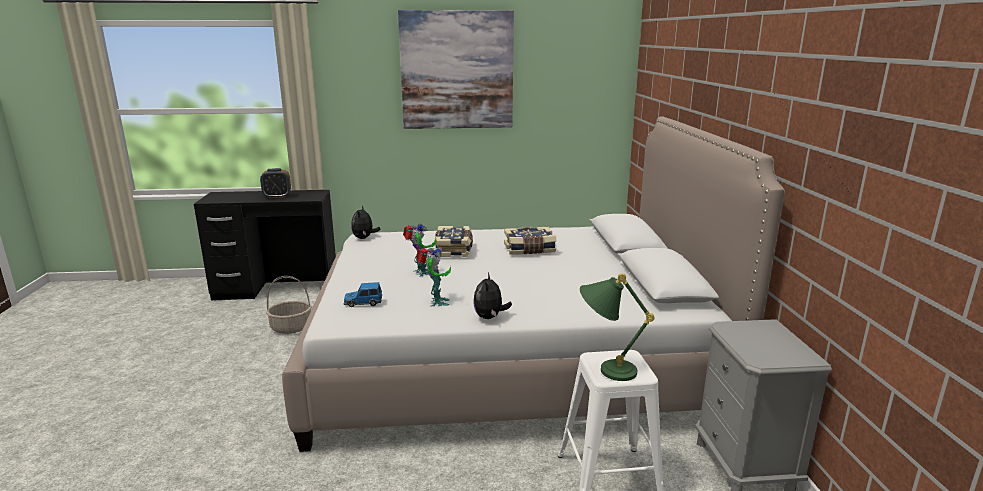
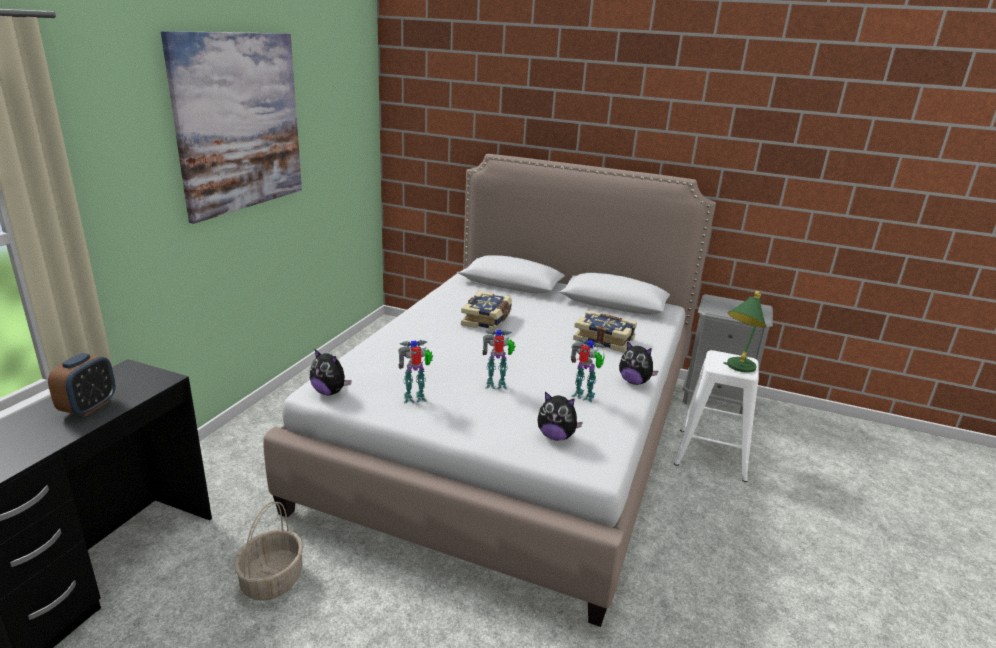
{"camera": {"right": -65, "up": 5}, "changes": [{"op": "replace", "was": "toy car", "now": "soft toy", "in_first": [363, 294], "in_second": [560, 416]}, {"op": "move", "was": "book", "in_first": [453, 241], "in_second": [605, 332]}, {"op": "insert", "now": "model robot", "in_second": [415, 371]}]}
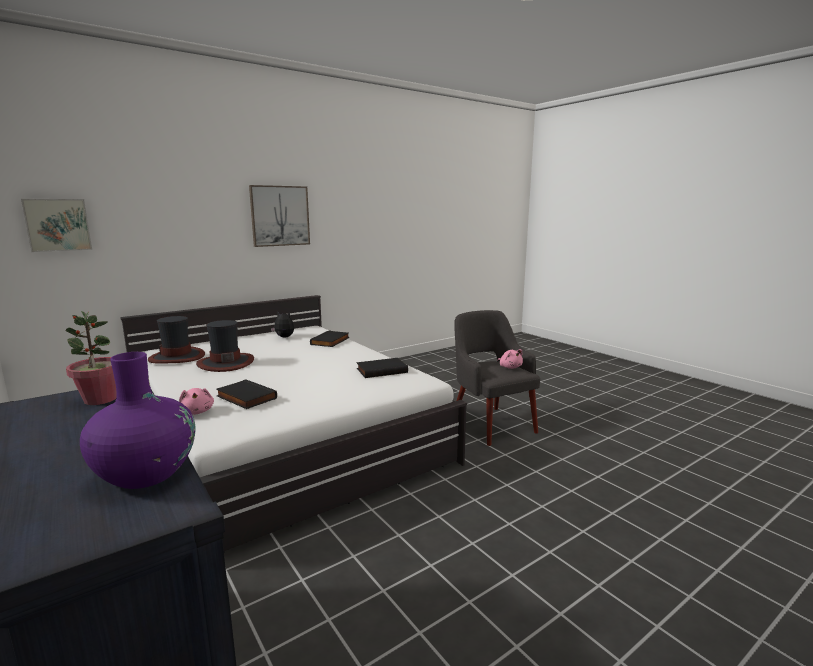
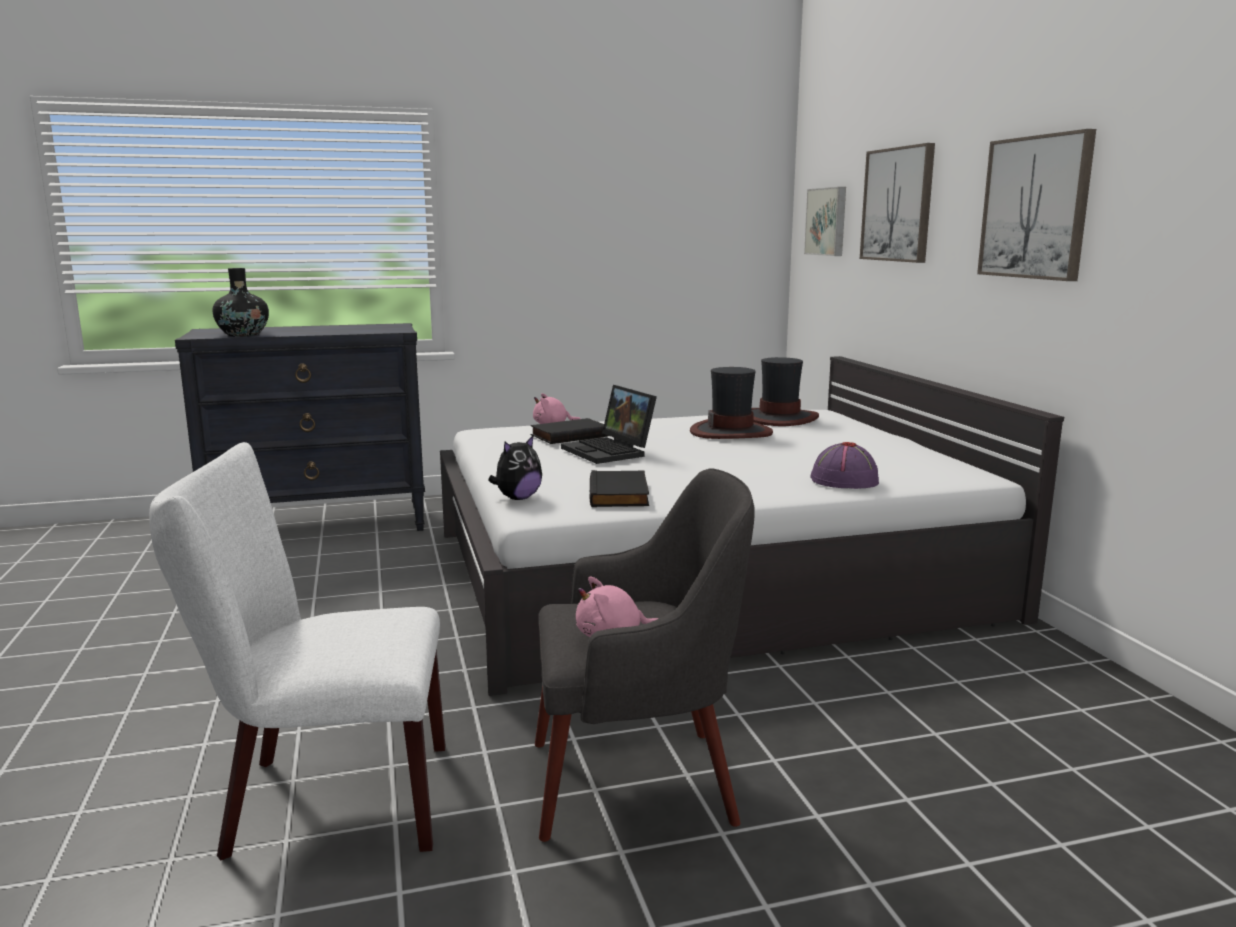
{"camera": {"right": 110, "up": 0}, "changes": [{"op": "delete", "was": "plant in a pot", "in_first": [91, 358]}, {"op": "recolor", "was": "vase (purple)", "now": "vase (blackish)", "in_first": [137, 420], "in_second": [240, 302]}, {"op": "move", "was": "soft toy", "in_first": [282, 324], "in_second": [515, 468]}, {"op": "replace", "was": "book (blackish)", "now": "clothing hat (purple)", "in_first": [330, 338], "in_second": [844, 465]}, {"op": "insert", "now": "upright chair (white-coloured)", "in_second": [297, 651]}, {"op": "insert", "now": "laptop", "in_second": [609, 424]}, {"op": "insert", "now": "wall picture", "in_second": [897, 203]}]}
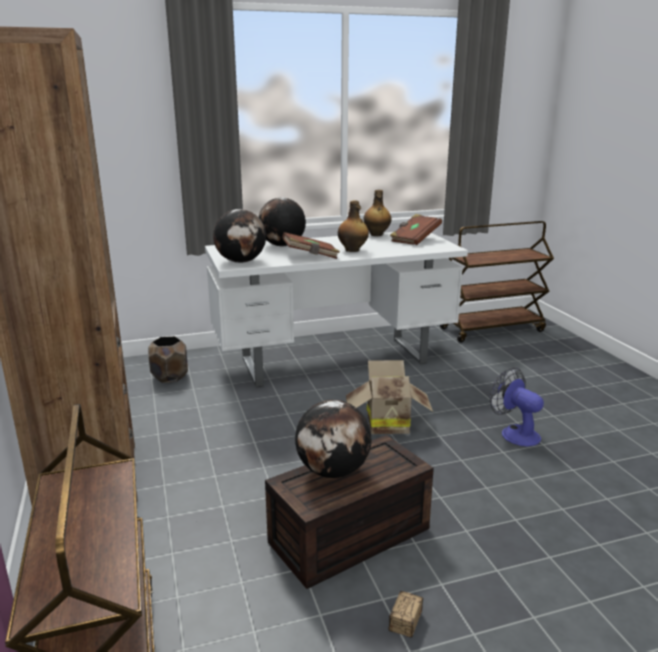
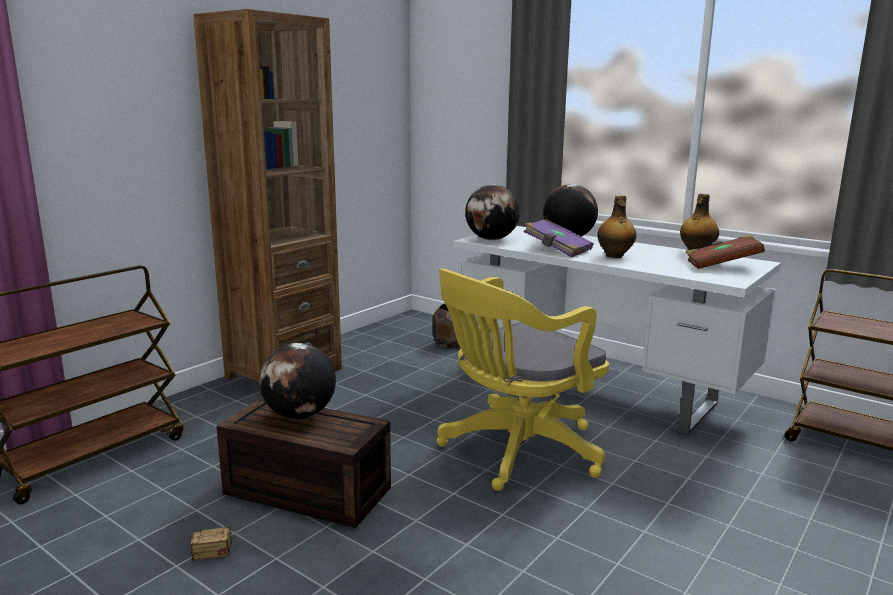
{"camera": {"right": 55, "up": -5}, "changes": [{"op": "recolor", "was": "book (brown-coloured)", "now": "book (purple)", "in_first": [311, 245], "in_second": [558, 238]}, {"op": "replace", "was": "carton", "now": "desk chair (yellowish)", "in_first": [389, 397], "in_second": [522, 380]}, {"op": "delete", "was": "cooling fan", "in_first": [517, 407]}]}
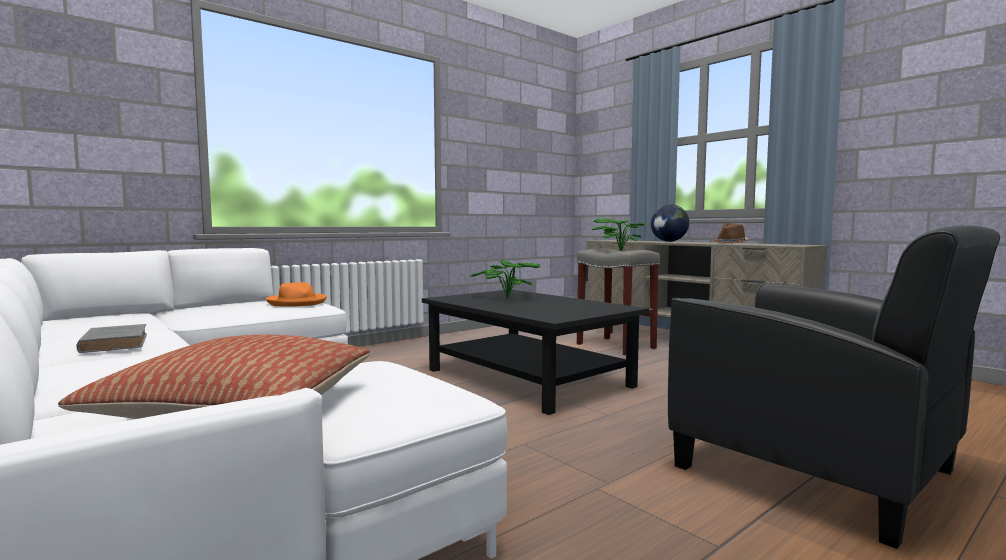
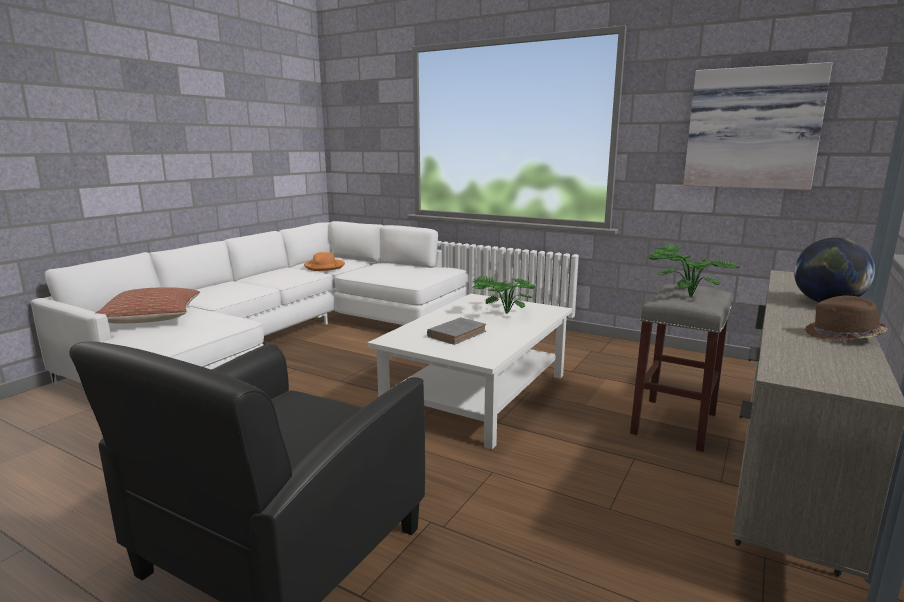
{"camera": {"right": 70, "up": 10}, "changes": [{"op": "move", "was": "book (gray)", "in_first": [112, 338], "in_second": [456, 331]}, {"op": "move", "was": "clothing hat (orangey)", "in_first": [296, 294], "in_second": [324, 261]}, {"op": "recolor", "was": "lounge table (blackish)", "now": "lounge table (white-coloured)", "in_first": [535, 352], "in_second": [470, 371]}, {"op": "insert", "now": "wall picture", "in_second": [758, 126]}]}
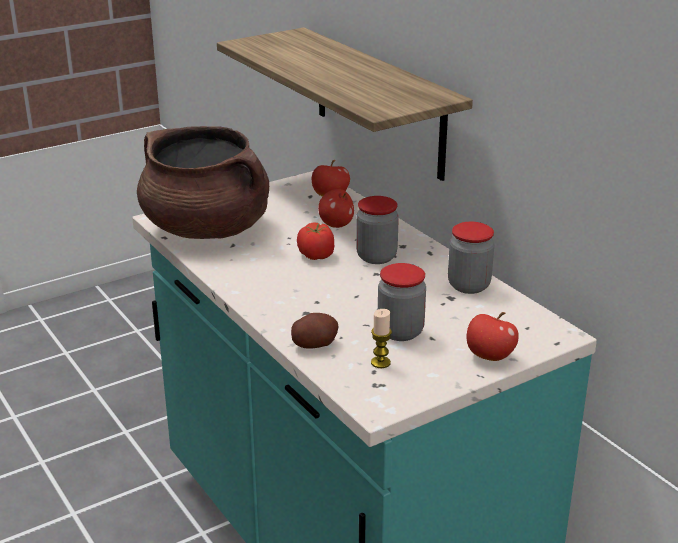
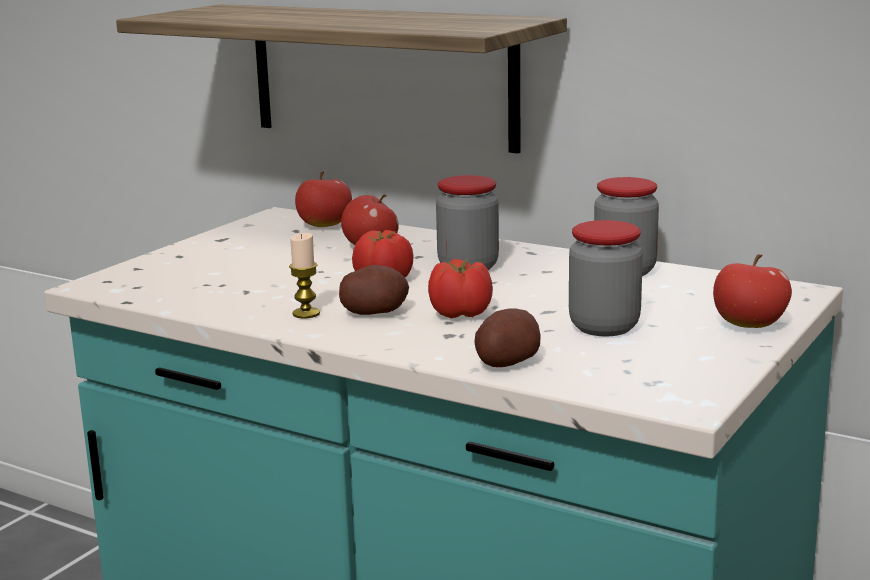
{"camera": {"right": -25, "up": -10}, "changes": [{"op": "delete", "was": "cooking pot (brown-coloured)", "in_first": [203, 182]}, {"op": "move", "was": "wax candle", "in_first": [381, 338], "in_second": [304, 275]}, {"op": "insert", "now": "whole potato", "in_second": [374, 290]}, {"op": "insert", "now": "tomato", "in_second": [460, 288]}]}
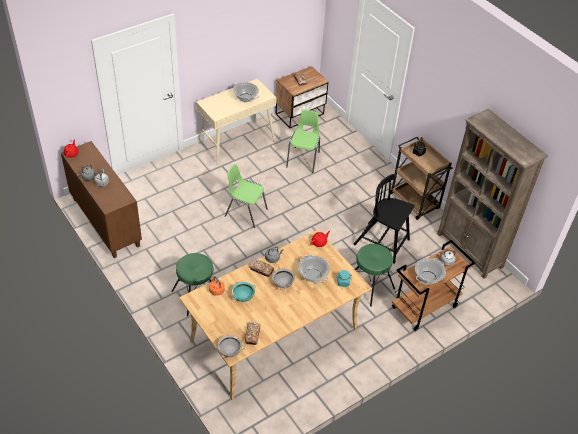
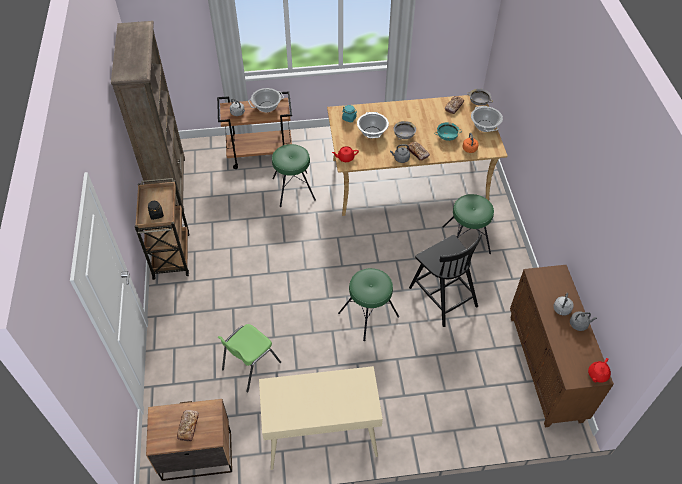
{"camera": {"right": -150, "up": 5}, "changes": [{"op": "replace", "was": "upright chair (greenish)", "now": "sitting stool (greenish)", "in_first": [246, 196], "in_second": [368, 304]}, {"op": "move", "was": "cooking pot", "in_first": [246, 92], "in_second": [487, 119]}, {"op": "move", "was": "upright chair (blackish)", "in_first": [384, 219], "in_second": [445, 280]}]}
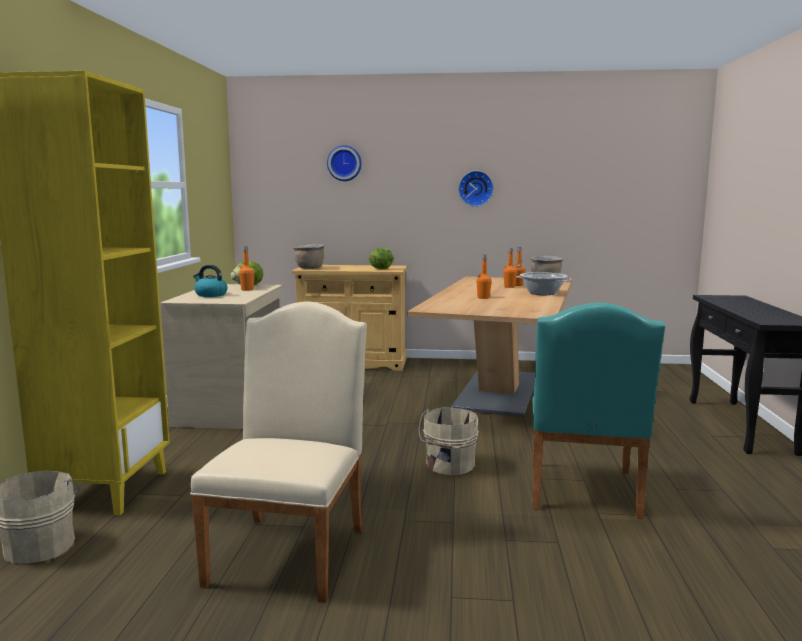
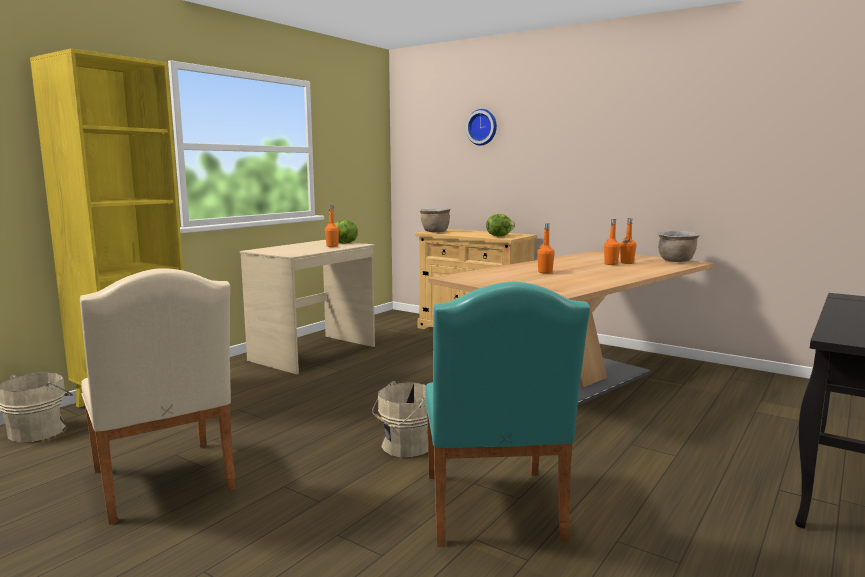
{"camera": {"right": 30, "up": 0}, "changes": [{"op": "rotate", "was": "upright chair (beige-coloured)", "in_first": [278, 452], "in_second": [158, 396], "clockwise": 105}, {"op": "delete", "was": "tea kettle", "in_first": [210, 281]}, {"op": "delete", "was": "hanging clock", "in_first": [476, 189]}, {"op": "delete", "was": "cooking pot", "in_first": [544, 283]}, {"op": "rotate", "was": "upright chair (blue-green)", "in_first": [598, 411], "in_second": [507, 414], "clockwise": -45}]}
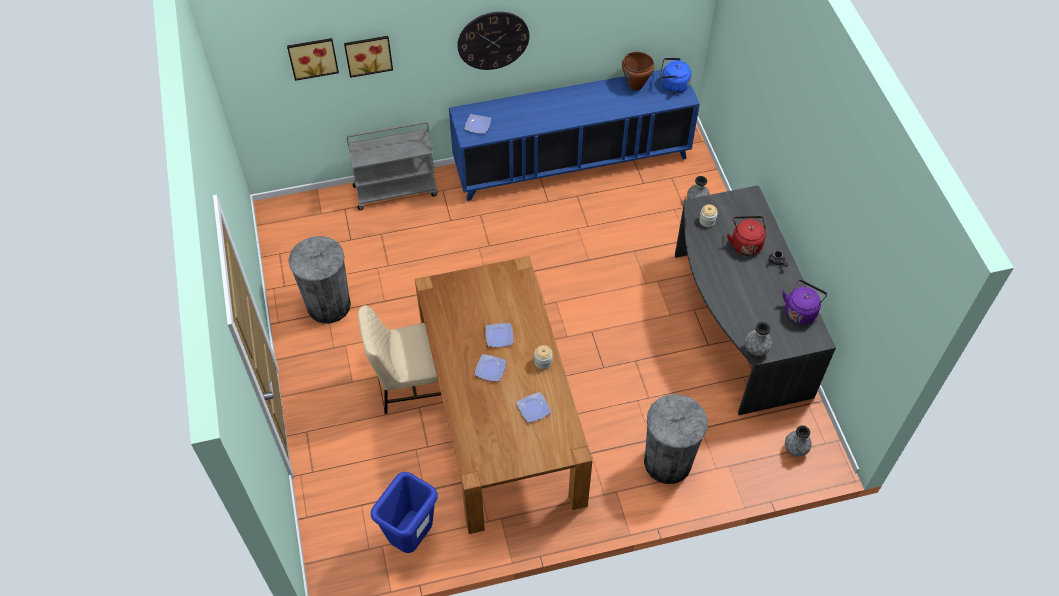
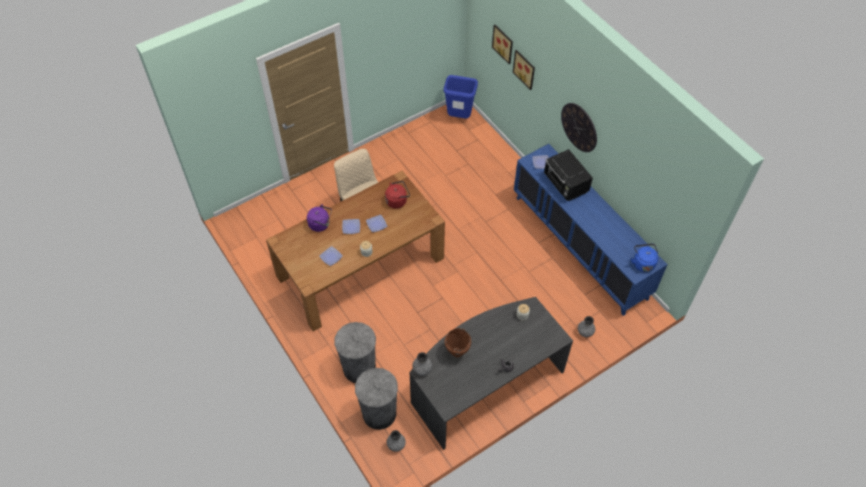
{"camera": {"right": 70, "up": 0}, "changes": [{"op": "move", "was": "rubbish bin (gray)", "in_first": [319, 280], "in_second": [376, 399]}, {"op": "delete", "was": "cart (gray)", "in_first": [392, 165]}, {"op": "move", "was": "rubbish bin (blue-coloured)", "in_first": [404, 512], "in_second": [460, 96]}, {"op": "move", "was": "cooking pot (brown-coloured)", "in_first": [638, 71], "in_second": [458, 342]}, {"op": "move", "was": "tea kettle (red)", "in_first": [746, 235], "in_second": [397, 195]}, {"op": "move", "was": "tea kettle (purple)", "in_first": [804, 302], "in_second": [319, 218]}, {"op": "insert", "now": "microwave (blackish)", "in_second": [568, 175]}]}
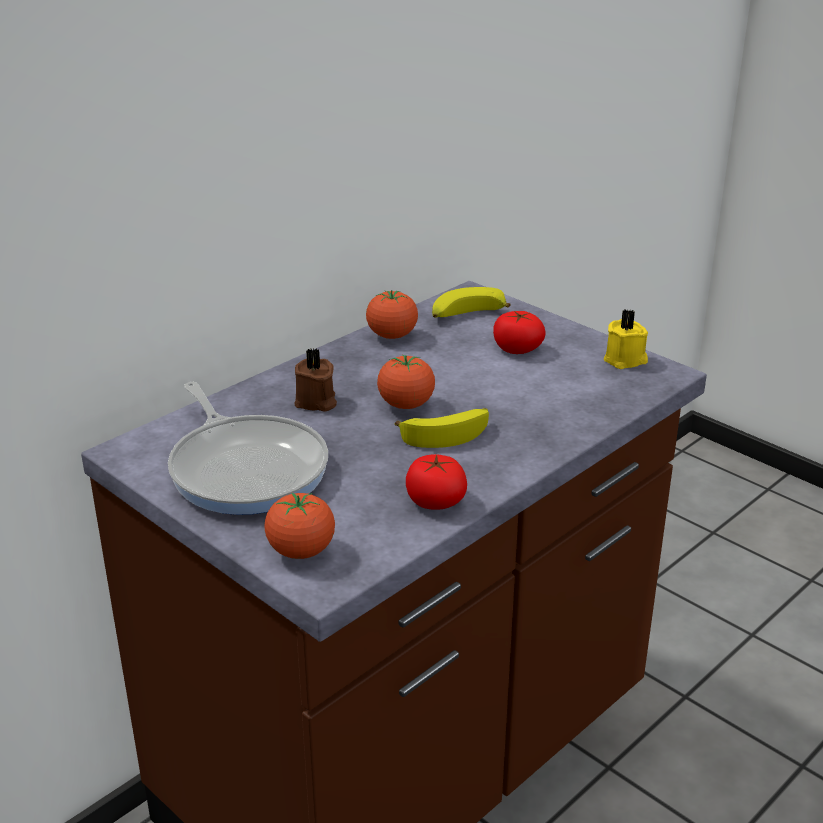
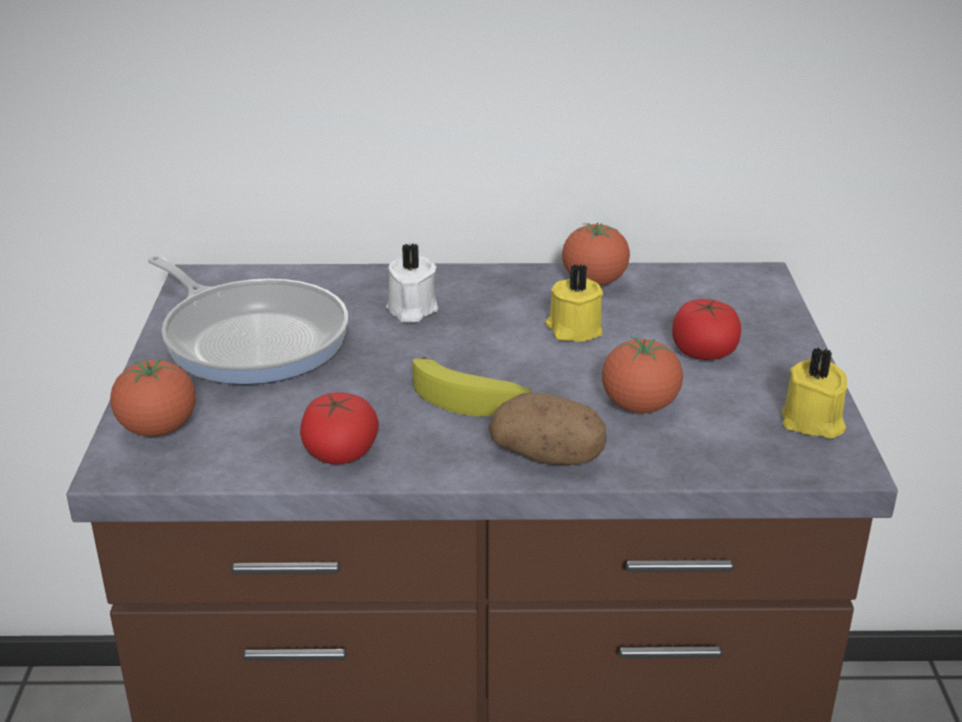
{"camera": {"right": 45, "up": 0}, "changes": [{"op": "rotate", "was": "frying pan", "in_first": [248, 448], "in_second": [248, 320], "clockwise": -60}, {"op": "recolor", "was": "wax candle (brown-coloured)", "now": "wax candle (white-coloured)", "in_first": [315, 380], "in_second": [412, 283]}, {"op": "move", "was": "tomato", "in_first": [406, 382], "in_second": [642, 375]}, {"op": "delete", "was": "banana fruit", "in_first": [471, 302]}, {"op": "insert", "now": "whole potato", "in_second": [547, 429]}, {"op": "insert", "now": "wax candle (yellowish)", "in_second": [574, 302]}]}
